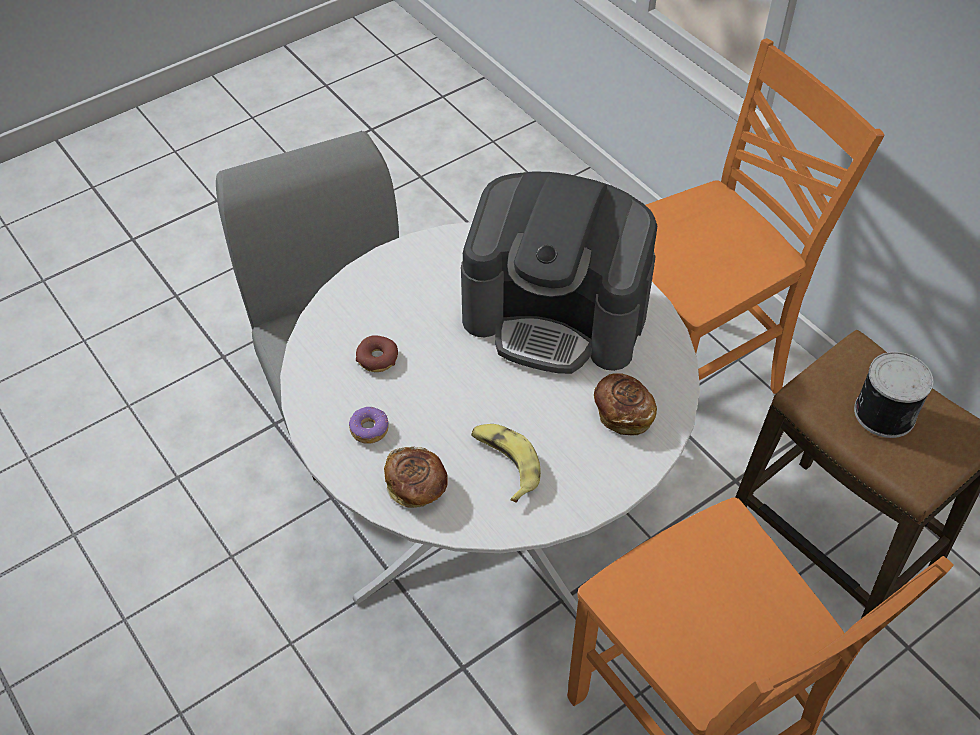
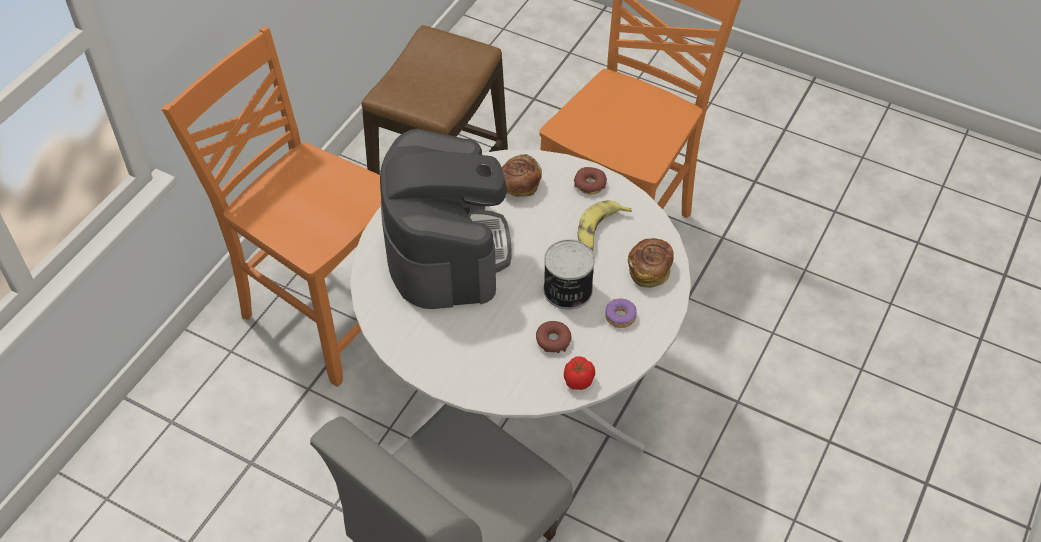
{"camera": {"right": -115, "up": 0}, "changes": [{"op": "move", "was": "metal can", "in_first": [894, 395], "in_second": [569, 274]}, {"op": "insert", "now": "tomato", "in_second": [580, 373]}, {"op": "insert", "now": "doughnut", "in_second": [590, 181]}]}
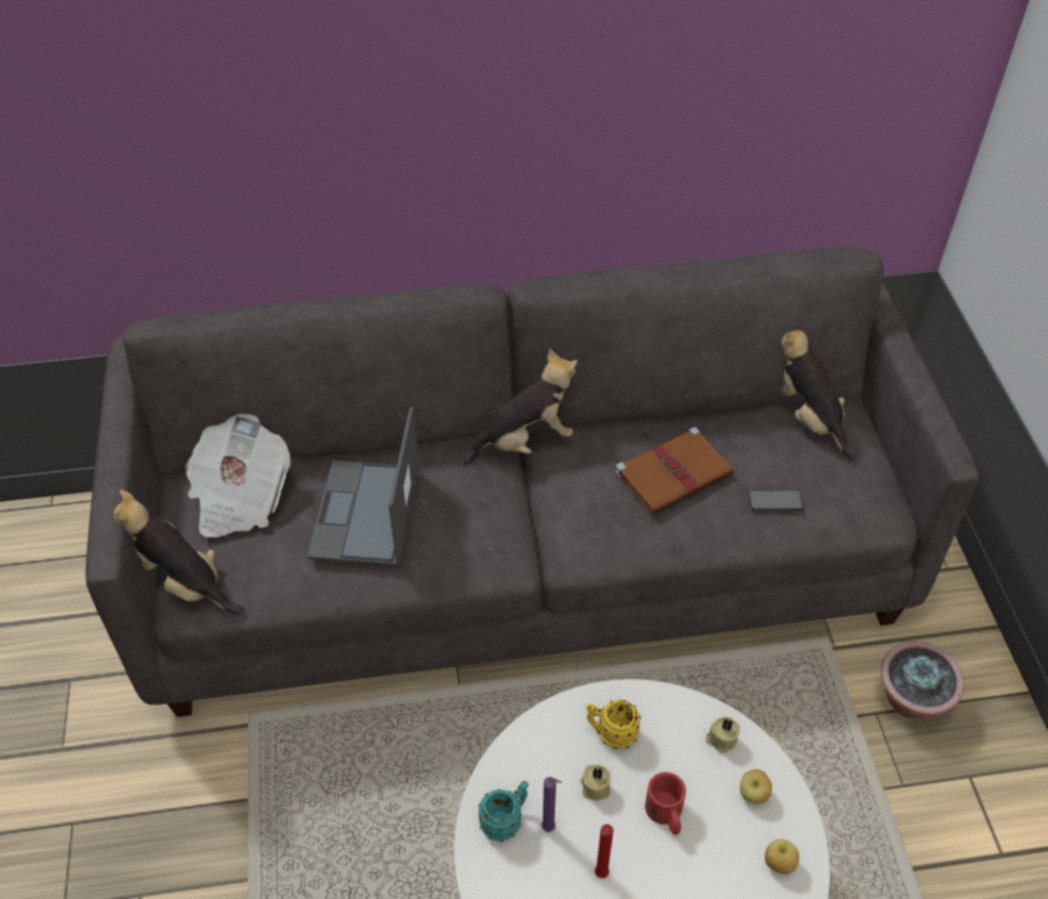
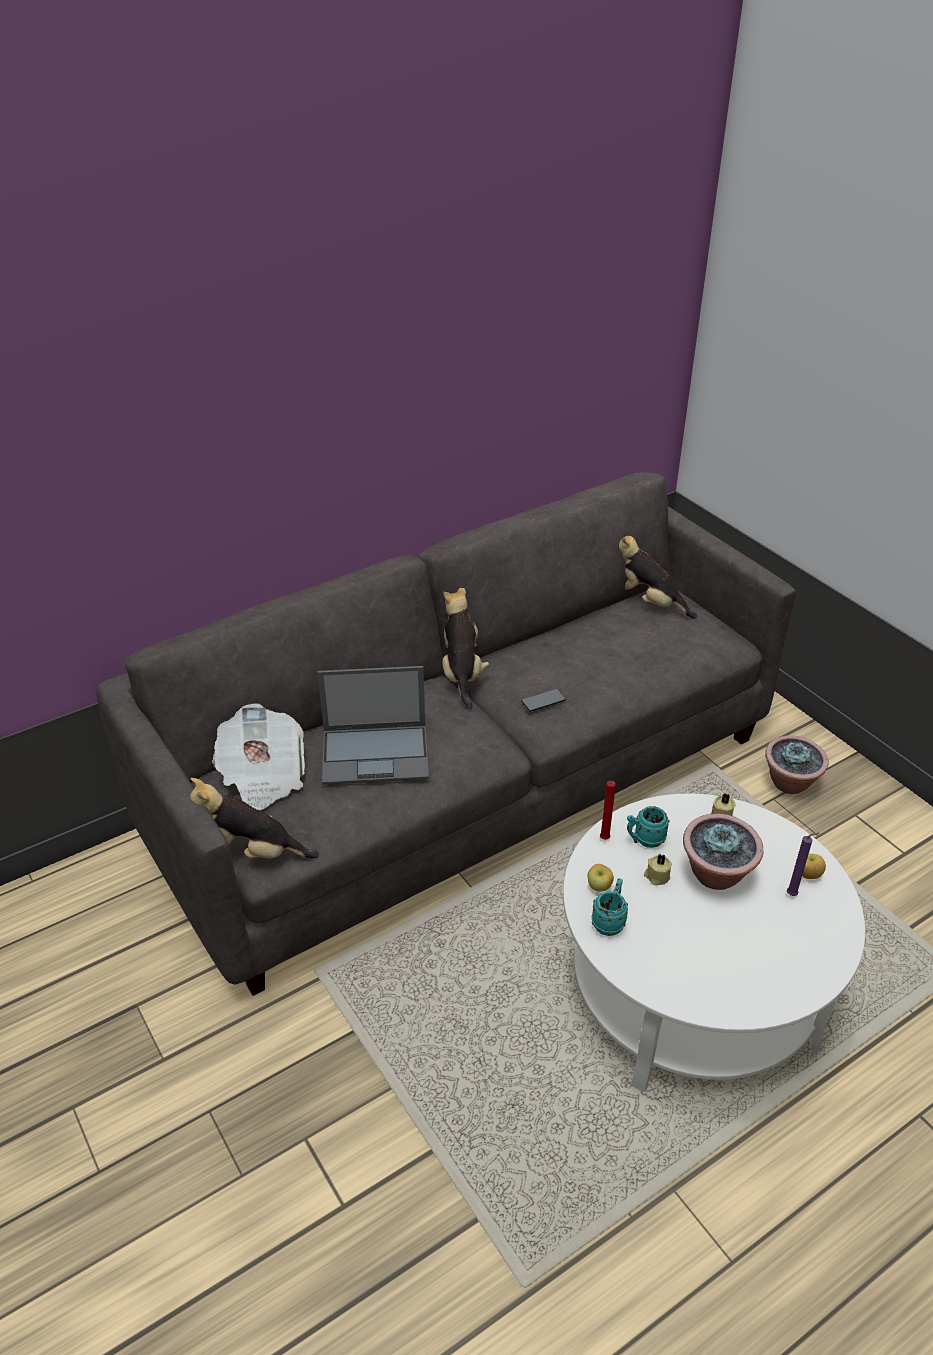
{"camera": {"right": -25, "up": -10}, "changes": [{"op": "rotate", "was": "laptop", "in_first": [363, 486], "in_second": [373, 725], "clockwise": -75}, {"op": "rotate", "was": "soft toy", "in_first": [520, 407], "in_second": [465, 649], "clockwise": -45}, {"op": "move", "was": "wax candle (purple)", "in_first": [551, 804], "in_second": [803, 864]}, {"op": "recolor", "was": "mug (yellowish)", "now": "mug (blue-green)", "in_first": [613, 724], "in_second": [648, 827]}, {"op": "move", "was": "wax candle (red)", "in_first": [604, 851], "in_second": [608, 810]}, {"op": "delete", "was": "book (brown-coloured)", "in_first": [674, 471]}, {"op": "replace", "was": "mug (red)", "now": "plant in a pot", "in_first": [665, 803], "in_second": [723, 852]}, {"op": "move", "was": "apple", "in_first": [756, 786], "in_second": [601, 877]}, {"op": "move", "was": "telephone", "in_first": [775, 500], "in_second": [543, 700]}]}
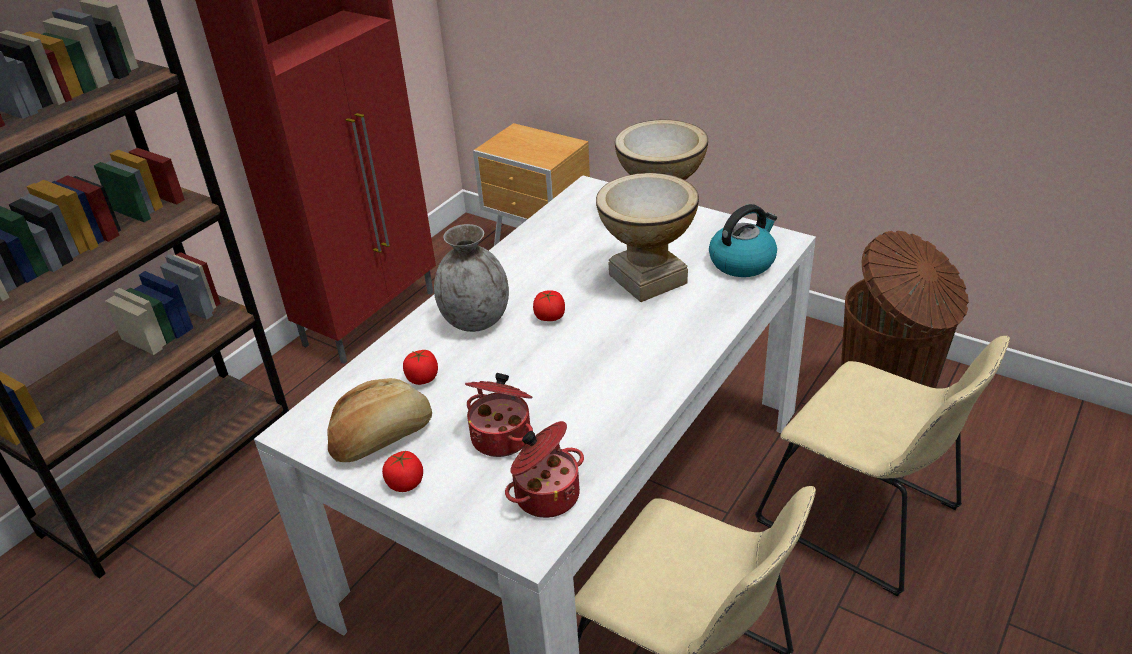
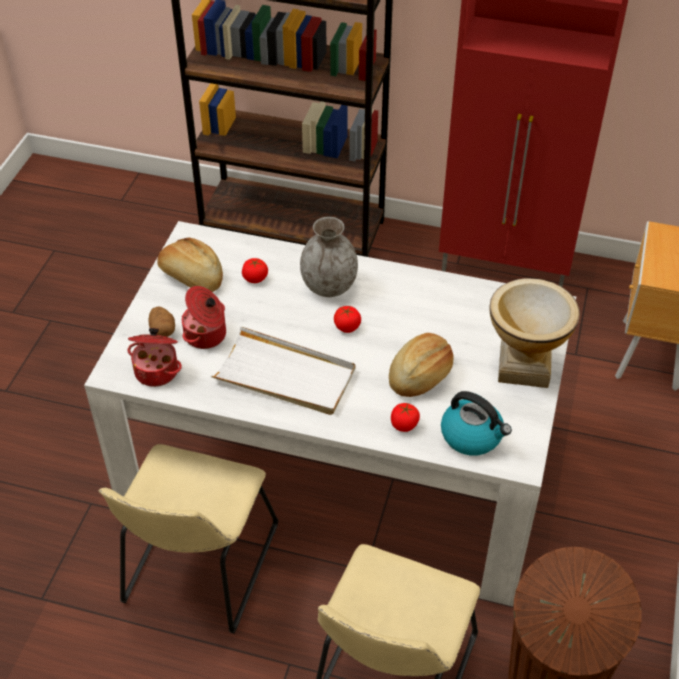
{"camera": {"right": 70, "up": 10}, "changes": [{"op": "move", "was": "tomato", "in_first": [402, 471], "in_second": [405, 417]}, {"op": "replace", "was": "vase", "now": "bakery bread", "in_first": [647, 237], "in_second": [421, 365]}, {"op": "insert", "now": "whole potato", "in_second": [162, 322]}, {"op": "insert", "now": "tray (white-coloured)", "in_second": [283, 370]}]}
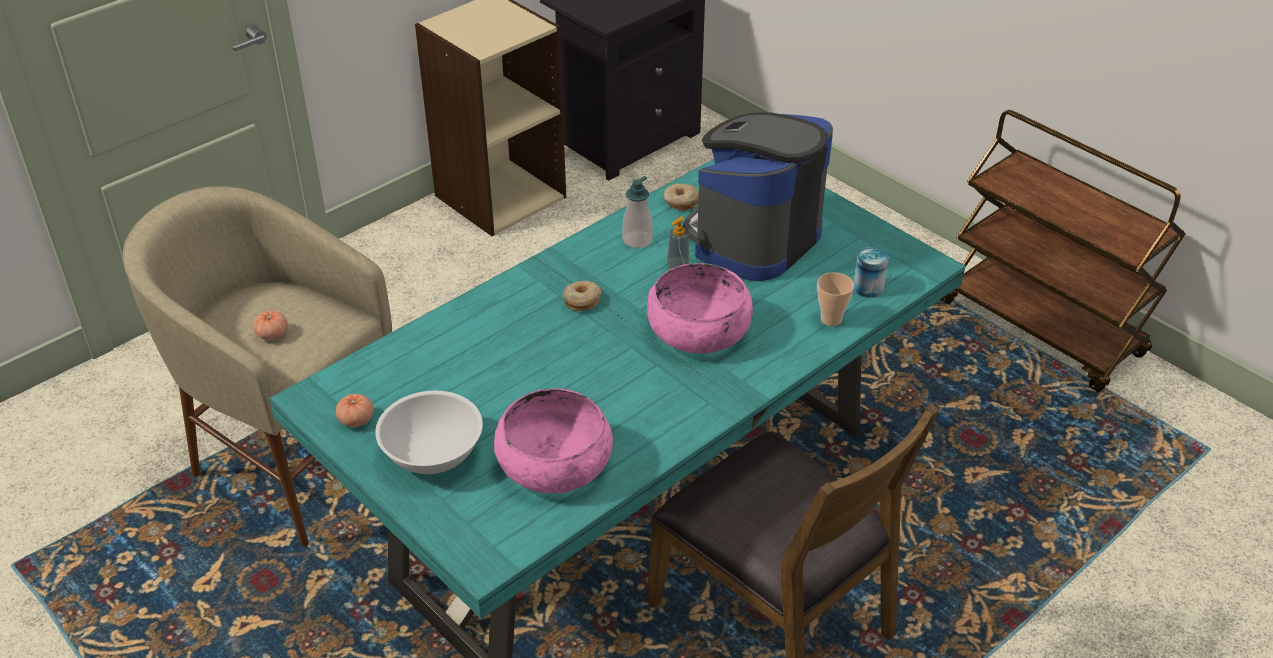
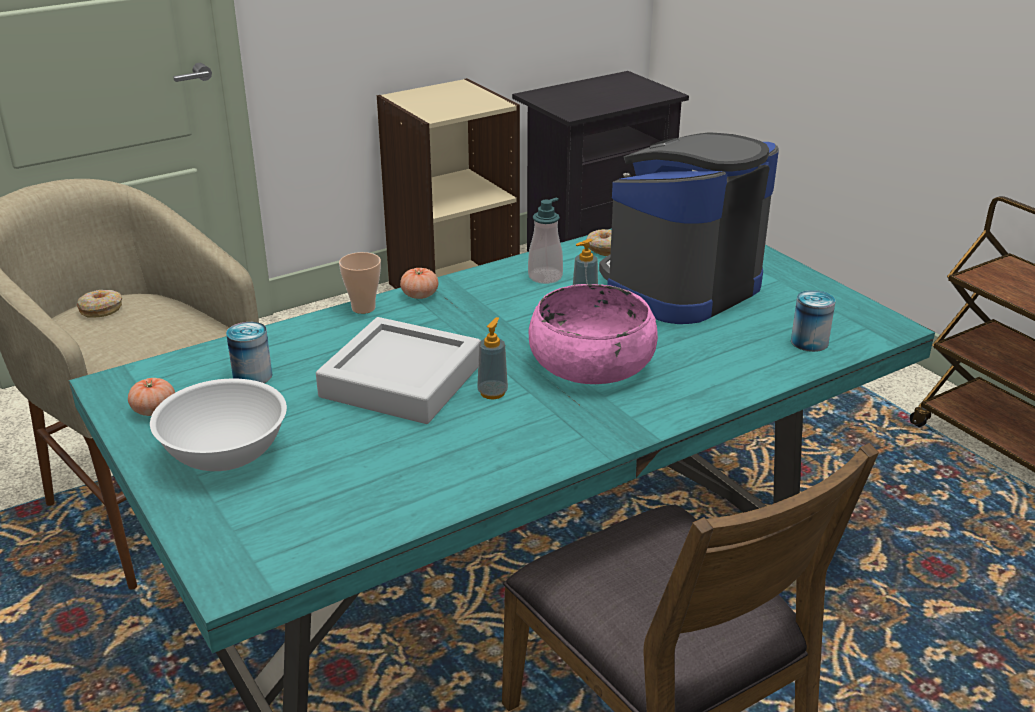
{"camera": {"right": 10, "up": -10}, "changes": [{"op": "move", "was": "tomato", "in_first": [270, 325], "in_second": [419, 283]}, {"op": "delete", "was": "bowl (pink-coloured)", "in_first": [553, 440]}, {"op": "move", "was": "doughnut", "in_first": [582, 296], "in_second": [99, 304]}, {"op": "move", "was": "drinking cup", "in_first": [835, 299], "in_second": [360, 283]}, {"op": "insert", "now": "metal can", "in_second": [249, 352]}, {"op": "insert", "now": "tray (gray)", "in_second": [398, 370]}, {"op": "insert", "now": "soap dispenser", "in_second": [492, 358]}]}
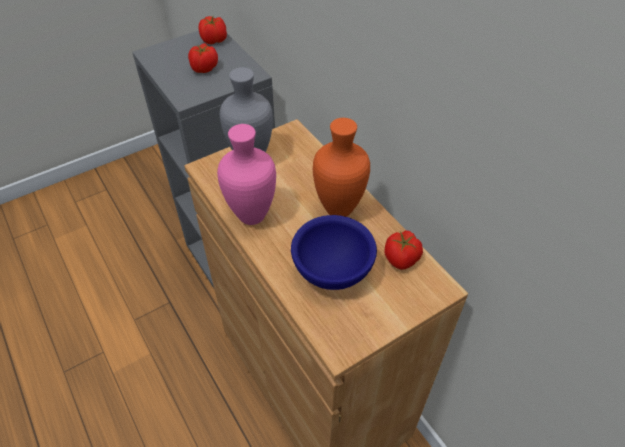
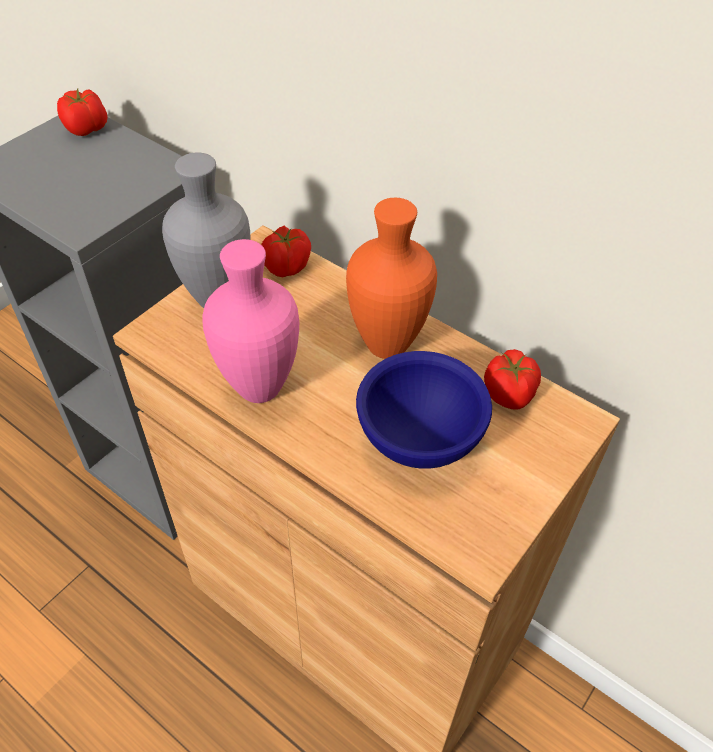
{"camera": {"right": -20, "up": 0}, "changes": [{"op": "move", "was": "tomato", "in_first": [203, 58], "in_second": [286, 251]}]}
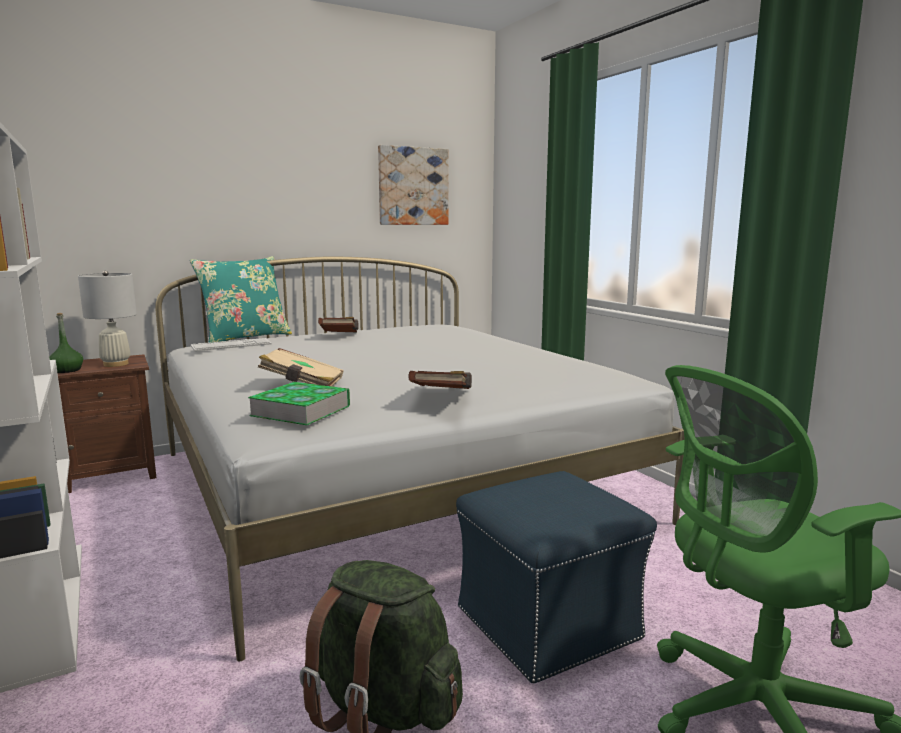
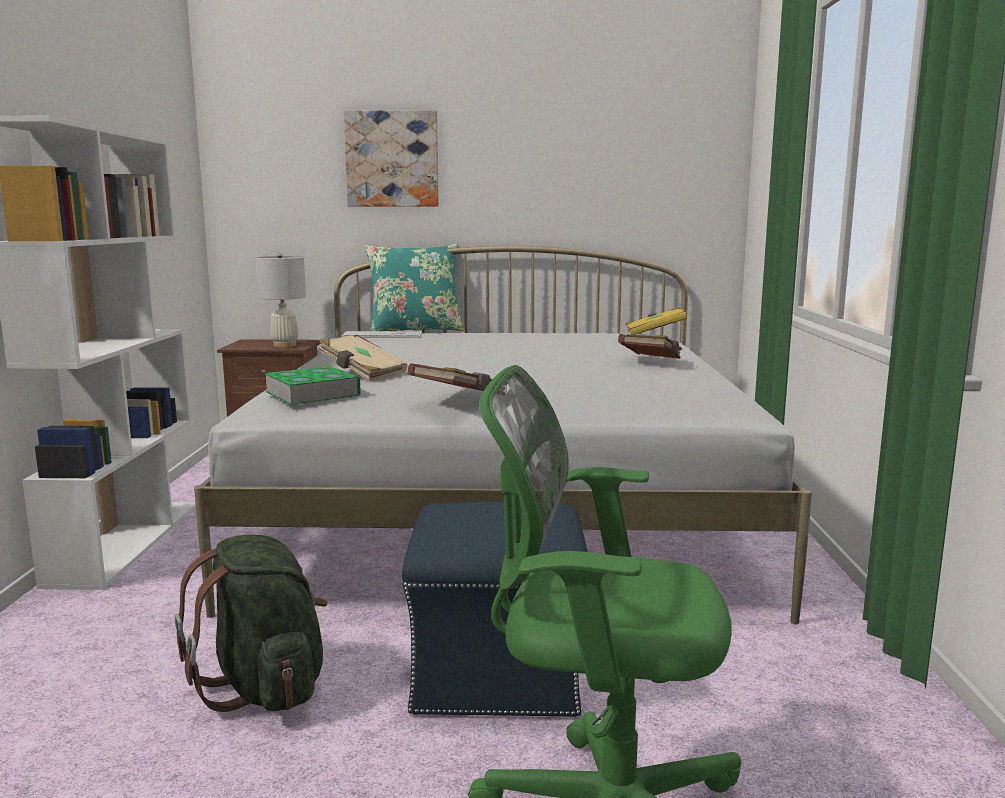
{"camera": {"right": 30, "up": 0}, "changes": [{"op": "delete", "was": "bottle (greenish)", "in_first": [66, 343]}, {"op": "move", "was": "book (brown-coloured)", "in_first": [338, 324], "in_second": [650, 346]}, {"op": "move", "was": "wall picture", "in_first": [413, 185], "in_second": [391, 158]}, {"op": "insert", "now": "book (yellowish)", "in_second": [656, 321]}]}
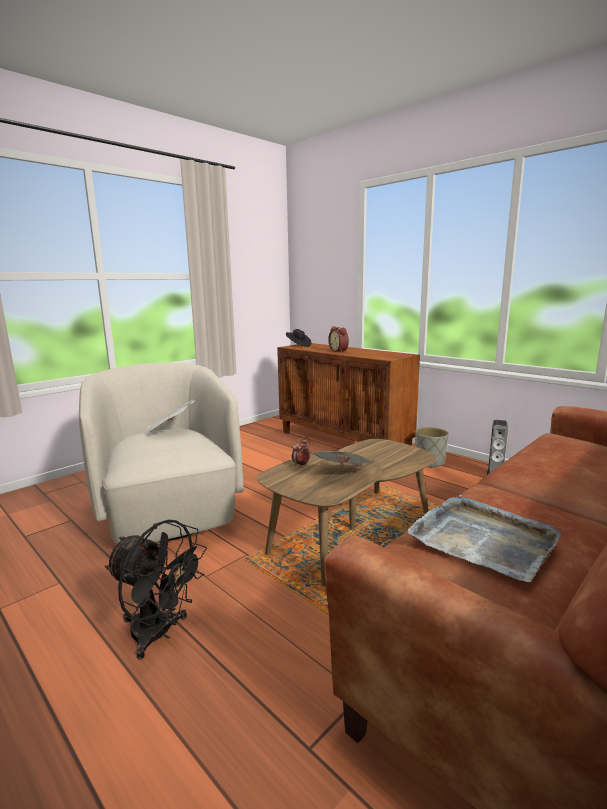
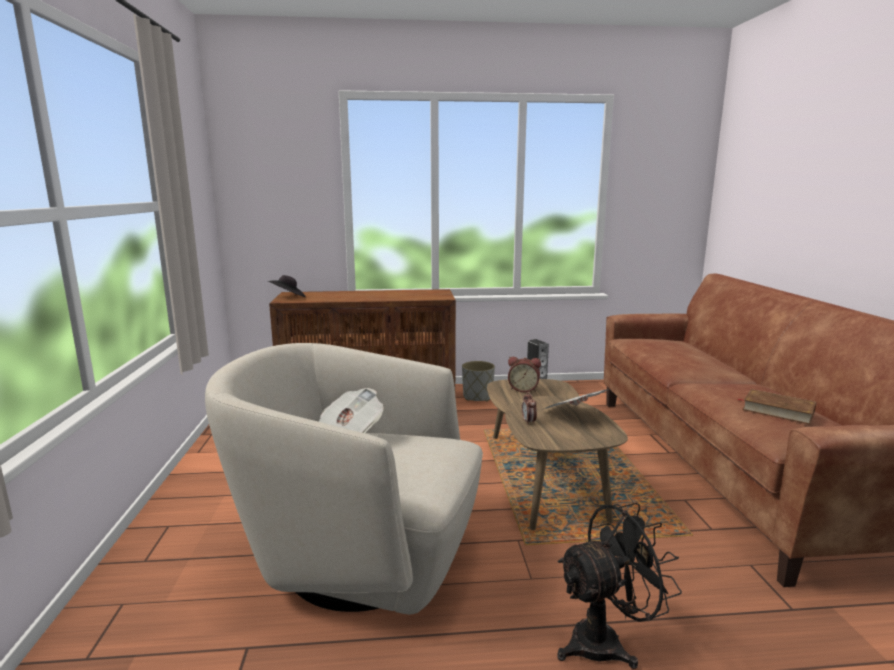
{"camera": {"right": -50, "up": 0}, "changes": [{"op": "move", "was": "table clock", "in_first": [338, 339], "in_second": [524, 374]}, {"op": "replace", "was": "tray (gray)", "now": "book (brown-coloured)", "in_first": [484, 538], "in_second": [777, 406]}]}
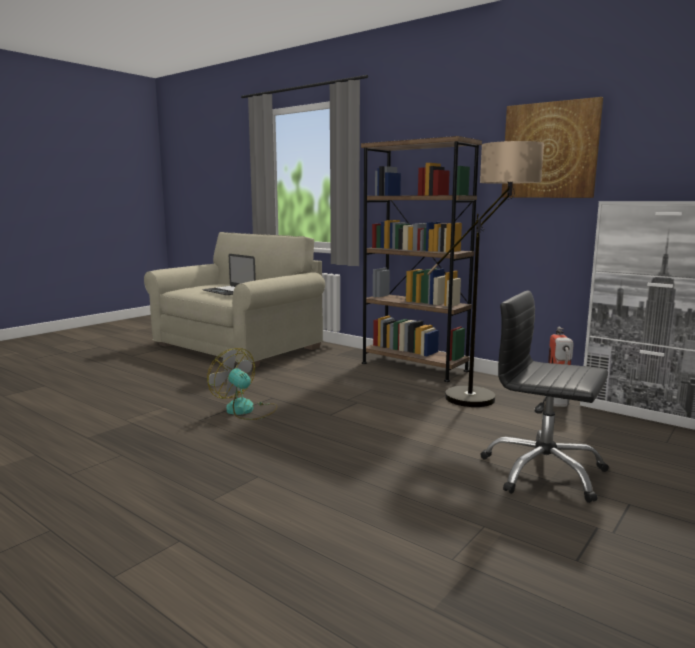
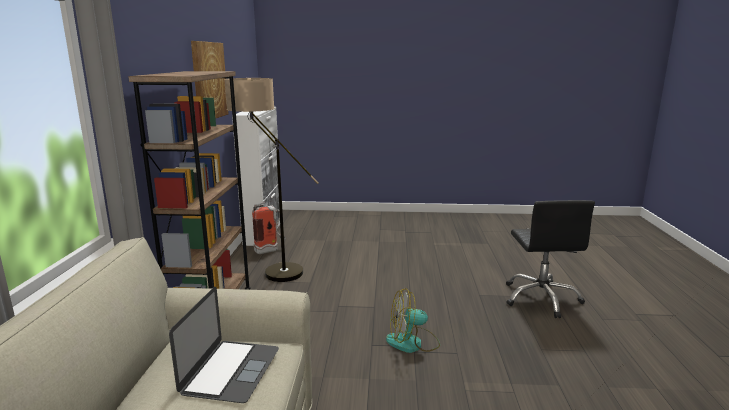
{"camera": {"right": -125, "up": 5}, "changes": [{"op": "rotate", "was": "cooling fan", "in_first": [242, 384], "in_second": [413, 320], "clockwise": 75}, {"op": "move", "was": "desk chair (blackish)", "in_first": [544, 397], "in_second": [550, 259]}]}
